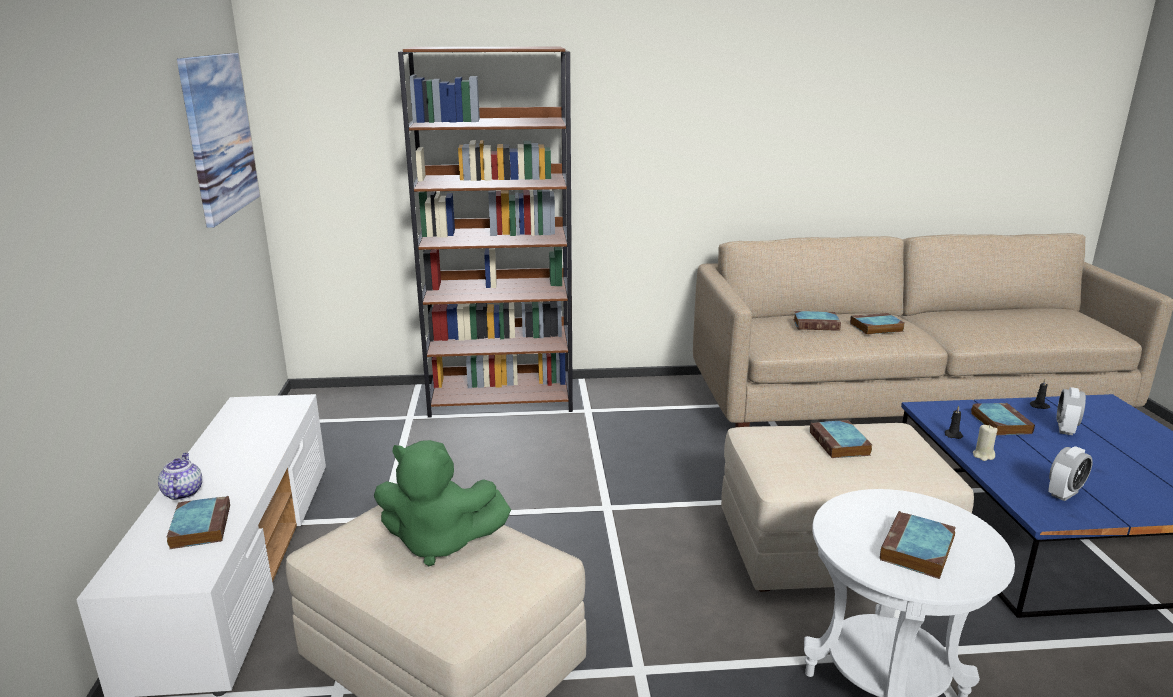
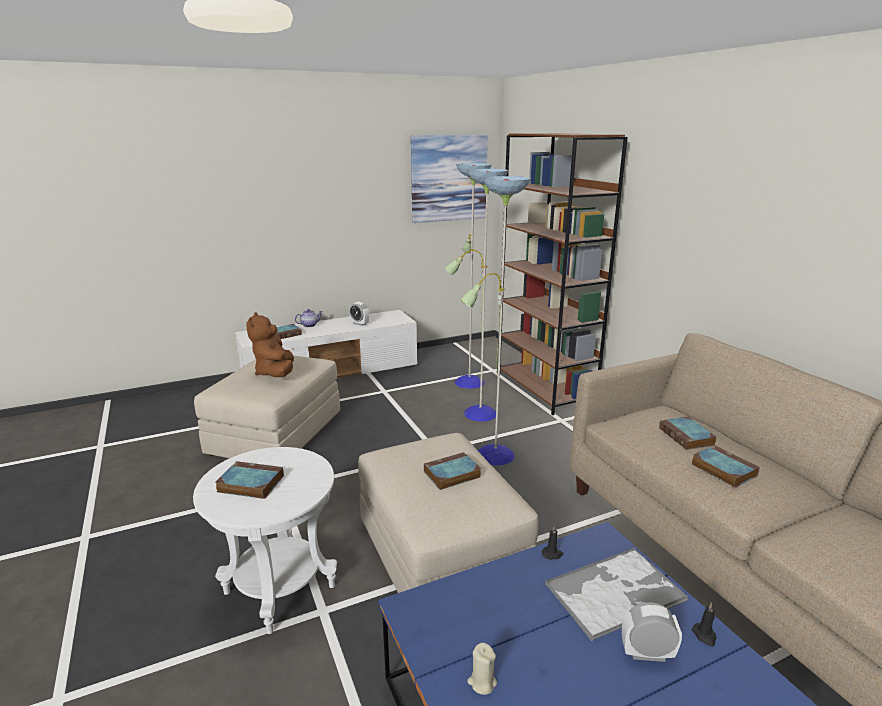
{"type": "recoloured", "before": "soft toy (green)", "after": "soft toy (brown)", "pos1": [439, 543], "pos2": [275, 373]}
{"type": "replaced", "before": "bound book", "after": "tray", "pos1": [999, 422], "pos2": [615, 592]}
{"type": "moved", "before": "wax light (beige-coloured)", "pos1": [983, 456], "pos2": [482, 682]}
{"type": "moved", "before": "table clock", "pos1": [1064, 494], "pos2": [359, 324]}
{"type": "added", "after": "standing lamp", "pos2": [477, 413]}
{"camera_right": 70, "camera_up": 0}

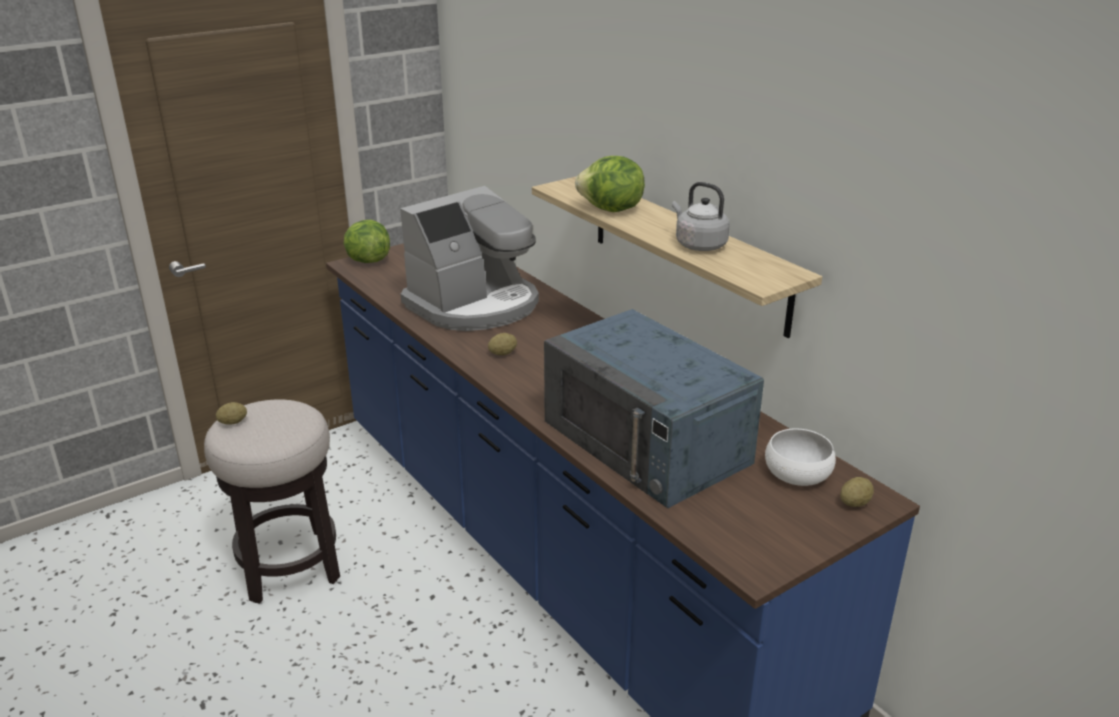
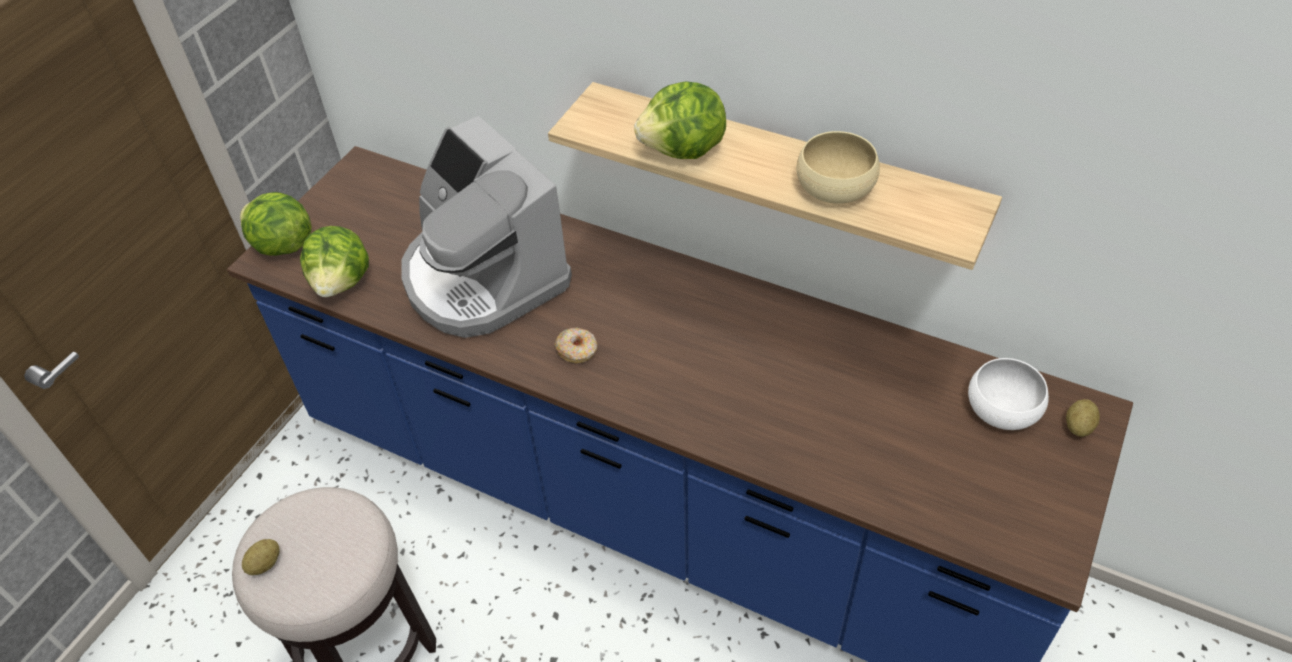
{"type": "turned", "before": "coffee brewer", "pos1": [475, 305], "pos2": [483, 278], "turn": 120}
{"type": "replaced", "before": "whole potato", "after": "doughnut", "pos1": [502, 353], "pos2": [577, 350]}
{"type": "removed", "before": "microwave (bluish)", "pos1": [648, 442]}
{"type": "replaced", "before": "water kettle (gray)", "after": "serving bowl (beige-coloured)", "pos1": [698, 245], "pos2": [835, 186]}
{"type": "added", "after": "lettuce head", "pos2": [342, 282]}
{"camera_right": -25, "camera_up": 20}

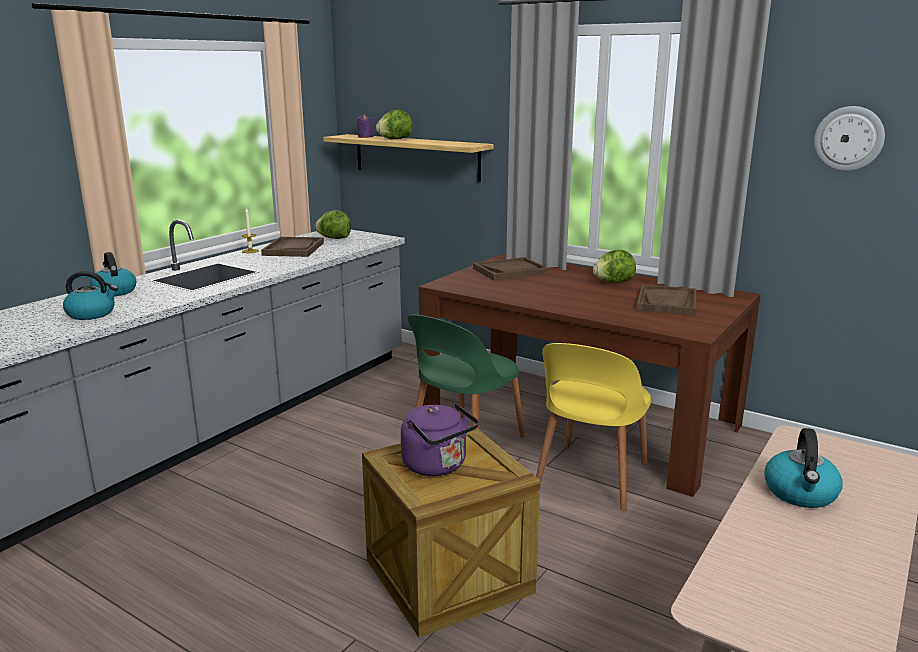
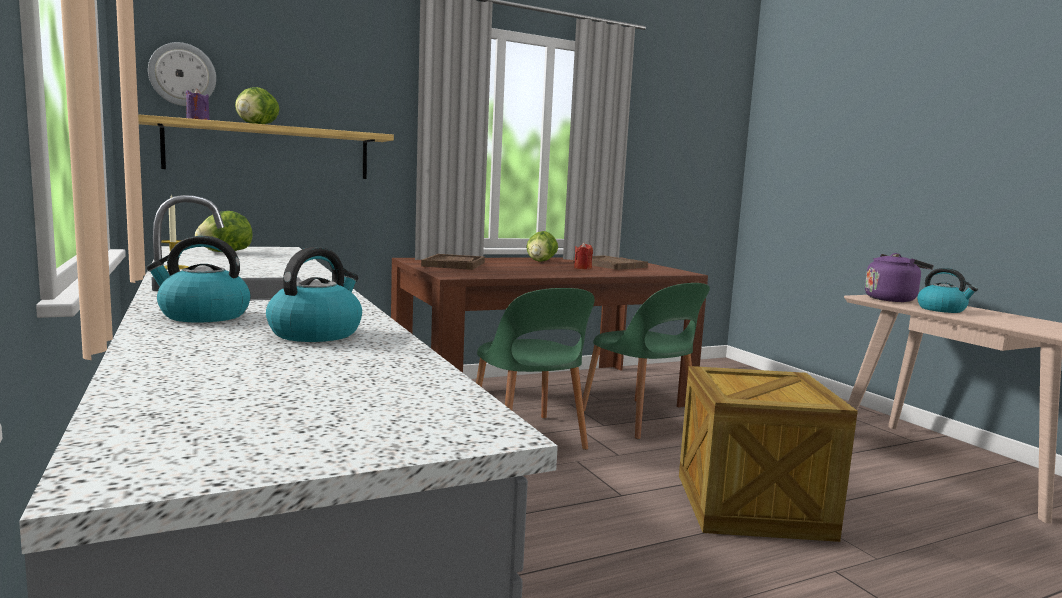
{"type": "removed", "before": "tray (brown)", "pos1": [293, 249]}
{"type": "moved", "before": "water kettle (purple-coloured)", "pos1": [438, 466], "pos2": [892, 299]}
{"type": "recoloured", "before": "chair (yellow-coloured)", "after": "chair (green)", "pos1": [590, 477], "pos2": [640, 419]}
{"type": "moved", "before": "hanging clock", "pos1": [848, 138], "pos2": [182, 74]}
{"type": "added", "after": "wax light (reddish)", "pos2": [582, 268]}
{"camera_right": -60, "camera_up": -10}

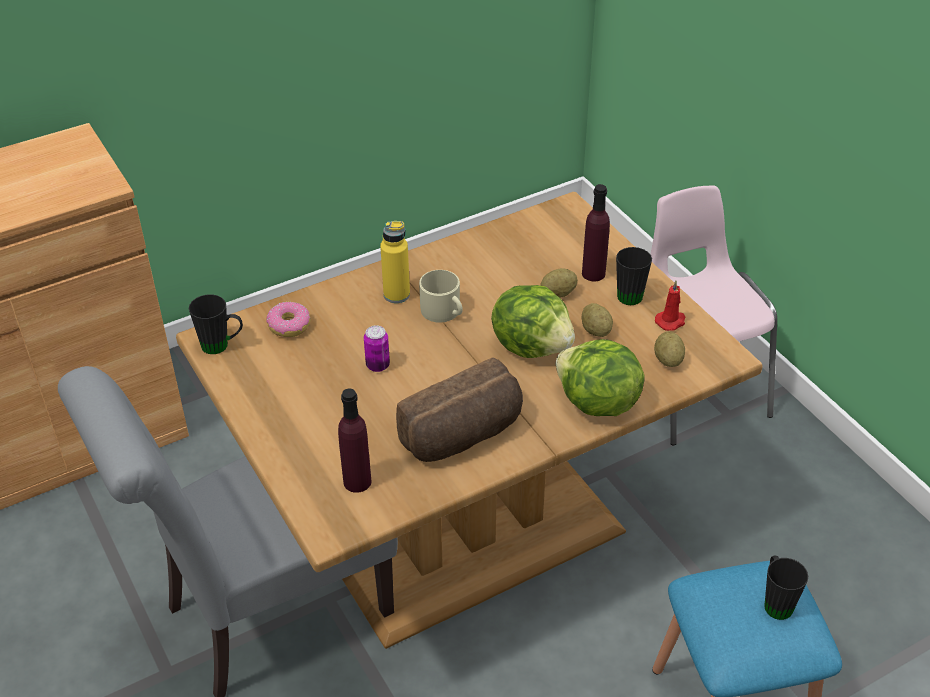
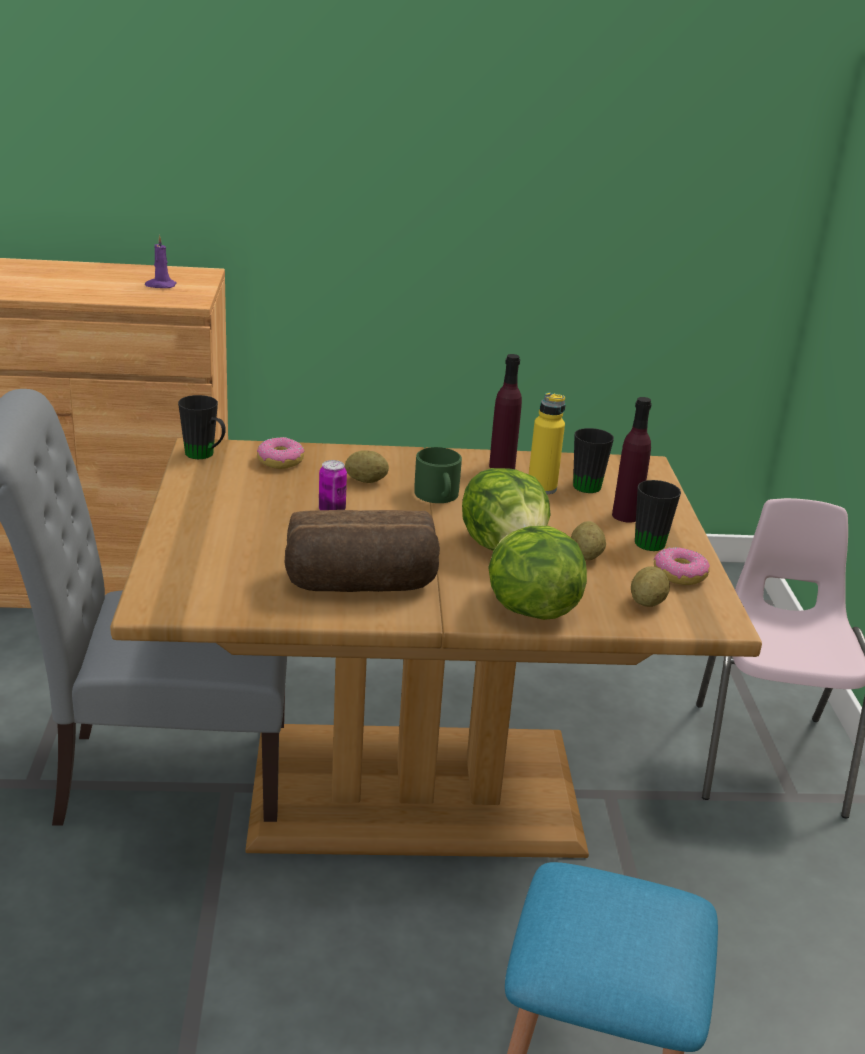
{"type": "moved", "before": "bottle (purple-coloured)", "pos1": [357, 481], "pos2": [502, 467]}
{"type": "moved", "before": "bottle (yellow-coloured)", "pos1": [396, 295], "pos2": [542, 488]}
{"type": "recoloured", "before": "tea mug (beige-coloured)", "after": "tea mug (green)", "pos1": [444, 312], "pos2": [438, 496]}
{"type": "moved", "before": "whole potato", "pos1": [558, 293], "pos2": [366, 481]}
{"type": "replaced", "before": "wax light (reddish)", "after": "doughnut", "pos1": [671, 321], "pos2": [680, 575]}
{"type": "moved", "before": "tea mug (black)", "pos1": [775, 601], "pos2": [588, 483]}
{"type": "added", "after": "wax light (purple-coloured)", "pos2": [160, 285]}
{"camera_right": 25, "camera_up": -15}

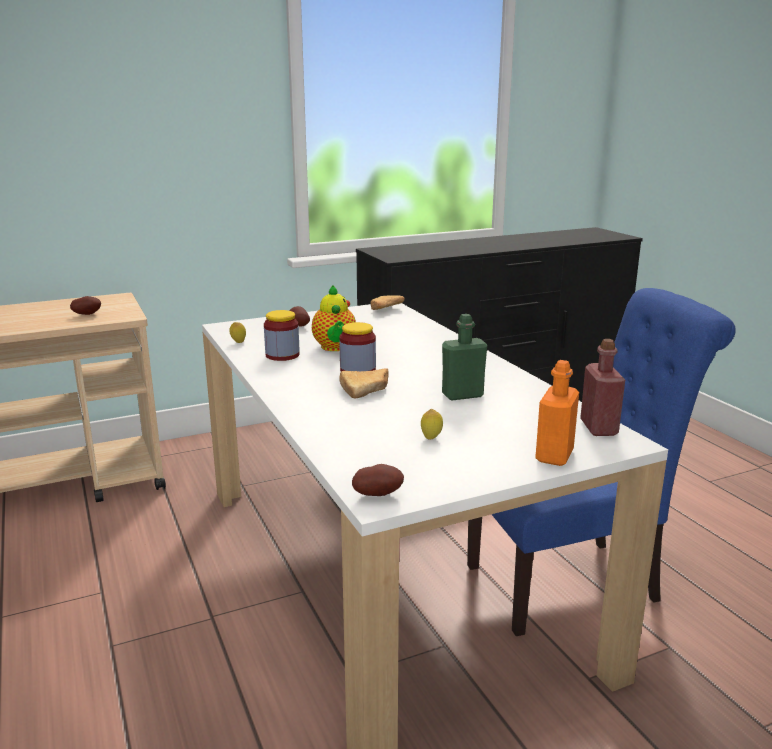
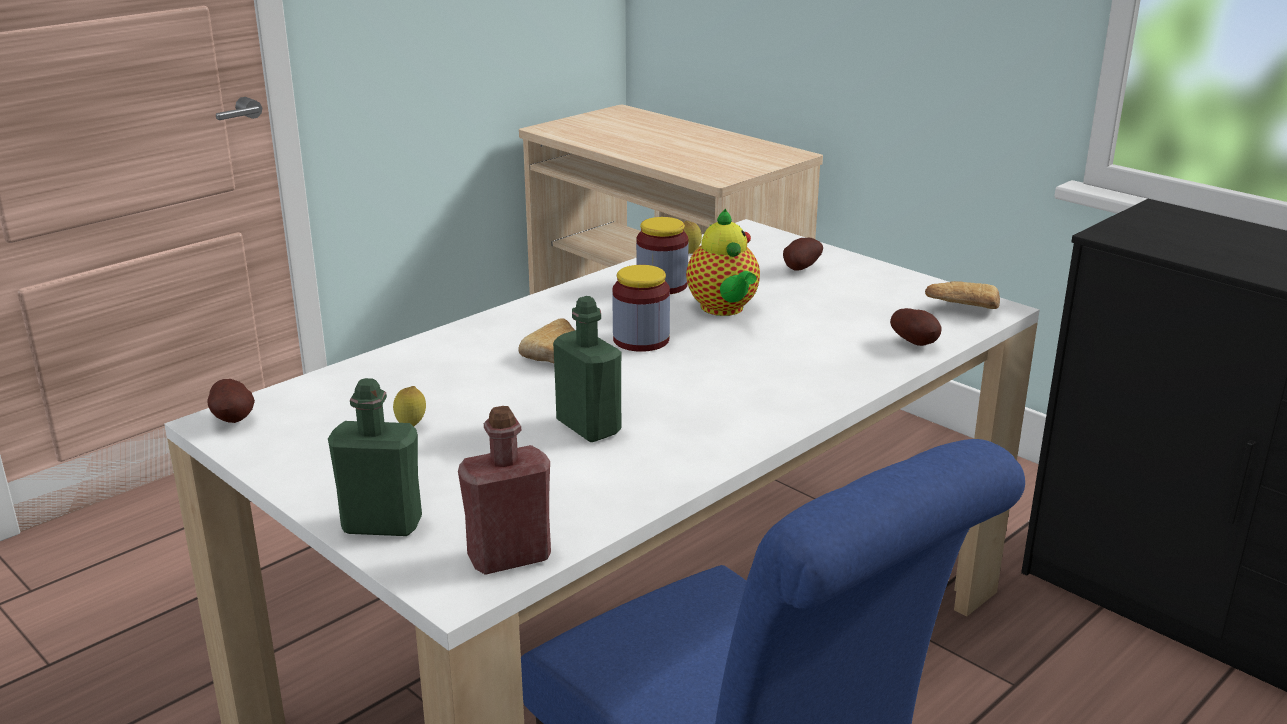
{"type": "moved", "before": "whole potato", "pos1": [88, 314], "pos2": [916, 343]}
{"type": "turned", "before": "teapot", "pos1": [335, 348], "pos2": [724, 309], "turn": -75}
{"type": "recoloured", "before": "bottle (orange)", "after": "bottle (green)", "pos1": [554, 455], "pos2": [382, 524]}
{"camera_right": 70, "camera_up": 5}

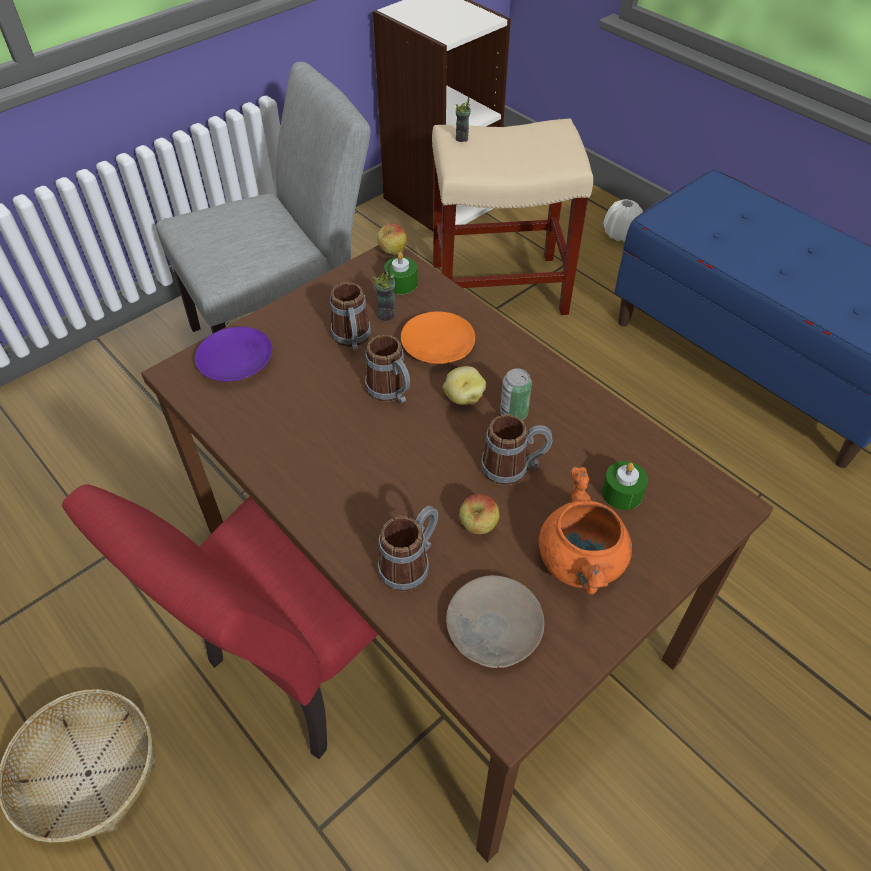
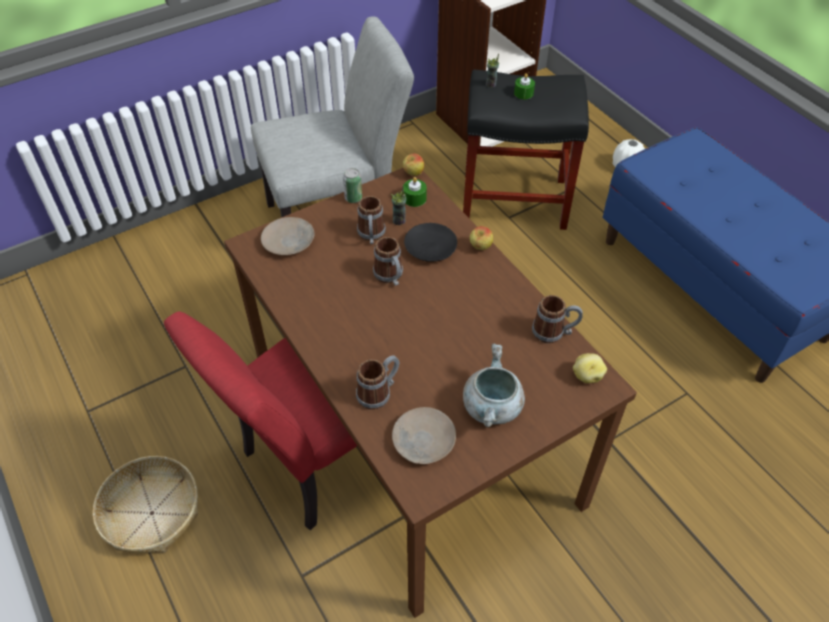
{"type": "recoloured", "before": "dinner plate (purple-coloured)", "after": "dinner plate (beige-coloured)", "pos1": [237, 361], "pos2": [289, 241]}
{"type": "recoloured", "before": "dinner plate (orange)", "after": "dinner plate (black)", "pos1": [438, 346], "pos2": [430, 248]}
{"type": "recoloured", "before": "sitting stool (beige-coloured)", "after": "sitting stool (black)", "pos1": [500, 287], "pos2": [516, 200]}
{"type": "moved", "before": "whole potato", "pos1": [463, 397], "pos2": [587, 375]}
{"type": "moved", "before": "whole apple", "pos1": [478, 527], "pos2": [480, 247]}
{"type": "moved", "before": "tea mug", "pos1": [513, 468], "pos2": [554, 332]}
{"type": "moved", "before": "metal can", "pos1": [513, 413], "pos2": [353, 198]}
{"type": "recoloured", "before": "cooking pot (orange)", "after": "cooking pot (gray)", "pos1": [582, 562], "pos2": [493, 408]}
{"type": "moved", "before": "wax light (green)", "pos1": [622, 493], "pos2": [523, 93]}
{"camera_right": 10, "camera_up": 0}

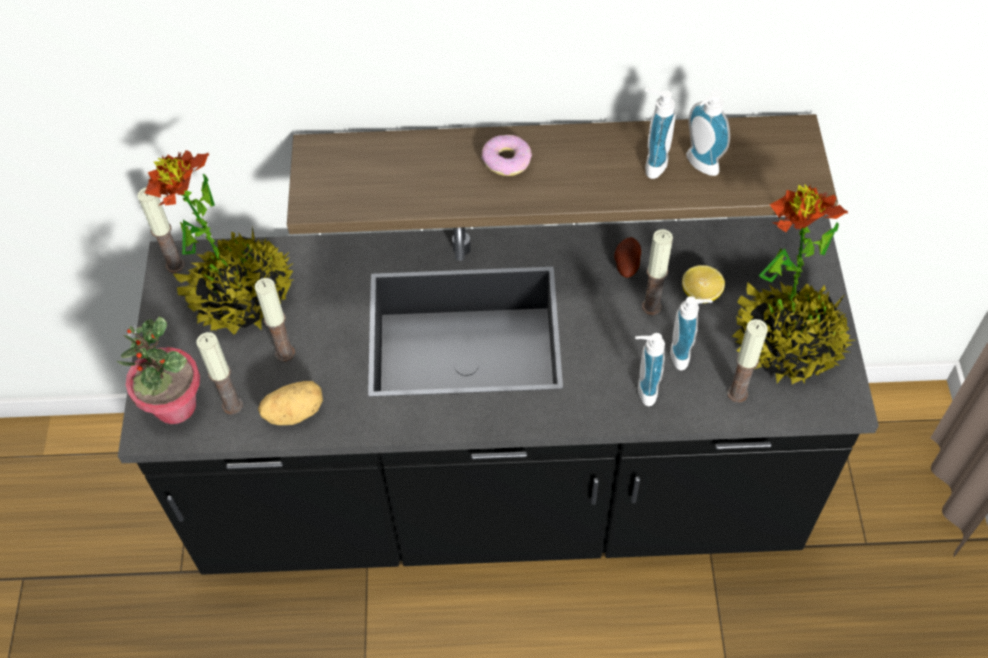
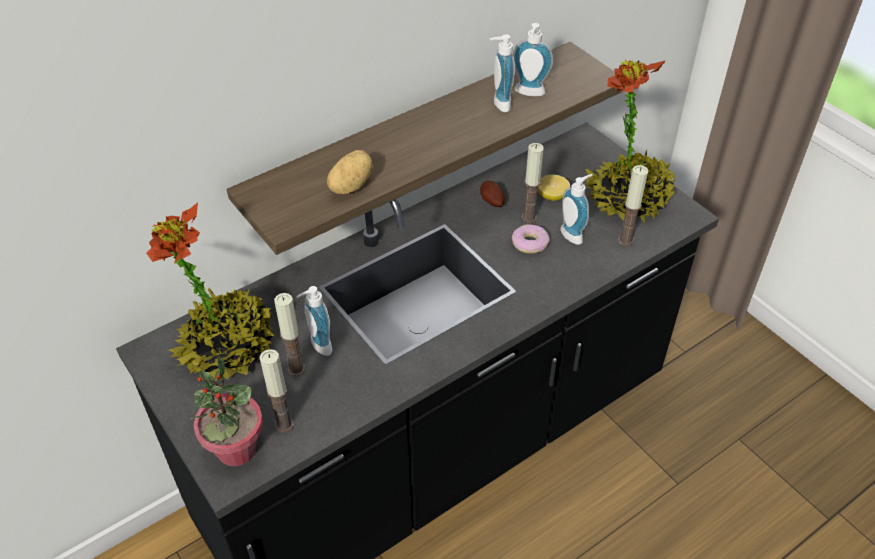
{"type": "removed", "before": "wax light", "pos1": [175, 265]}
{"type": "moved", "before": "whole potato", "pos1": [294, 411], "pos2": [350, 185]}
{"type": "moved", "before": "doughnut", "pos1": [506, 160], "pos2": [529, 243]}
{"type": "moved", "before": "soap dispenser", "pos1": [642, 389], "pos2": [317, 346]}
{"camera_right": -35, "camera_up": -10}

